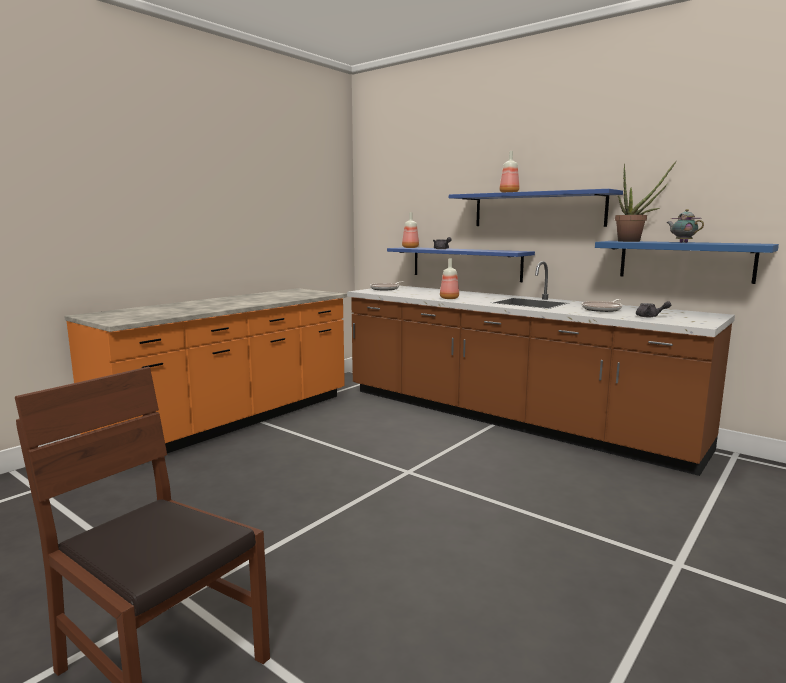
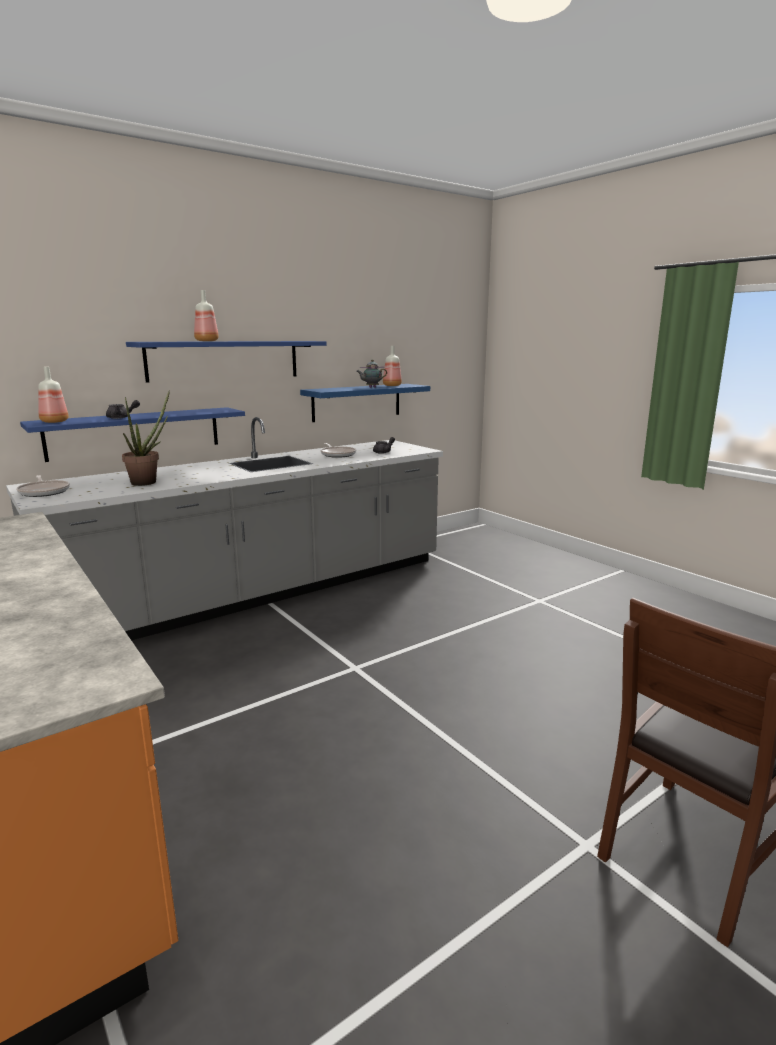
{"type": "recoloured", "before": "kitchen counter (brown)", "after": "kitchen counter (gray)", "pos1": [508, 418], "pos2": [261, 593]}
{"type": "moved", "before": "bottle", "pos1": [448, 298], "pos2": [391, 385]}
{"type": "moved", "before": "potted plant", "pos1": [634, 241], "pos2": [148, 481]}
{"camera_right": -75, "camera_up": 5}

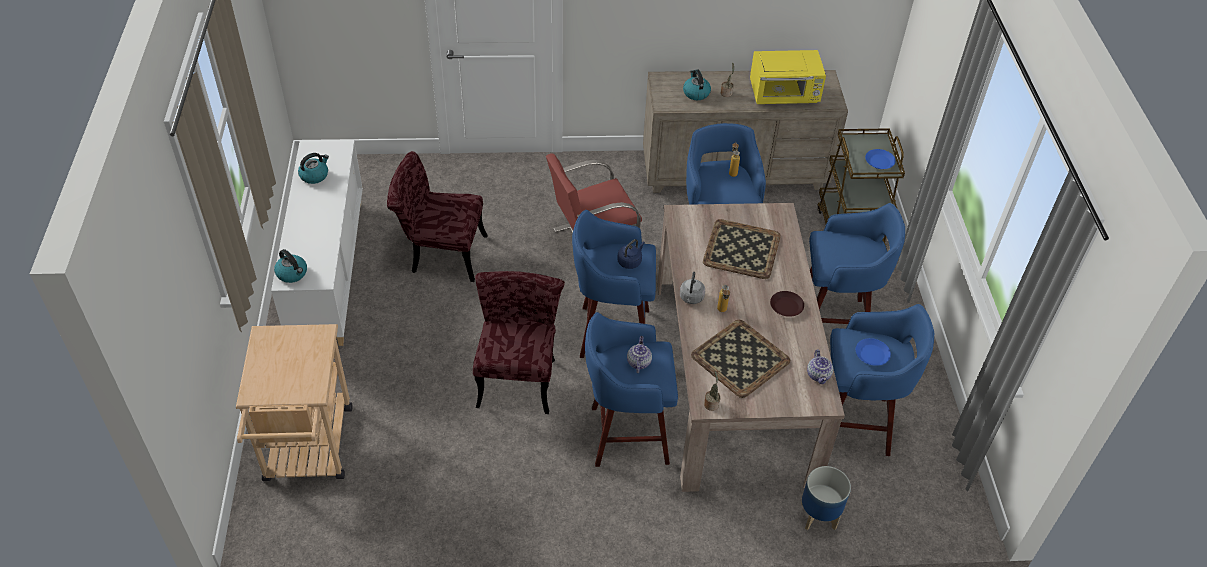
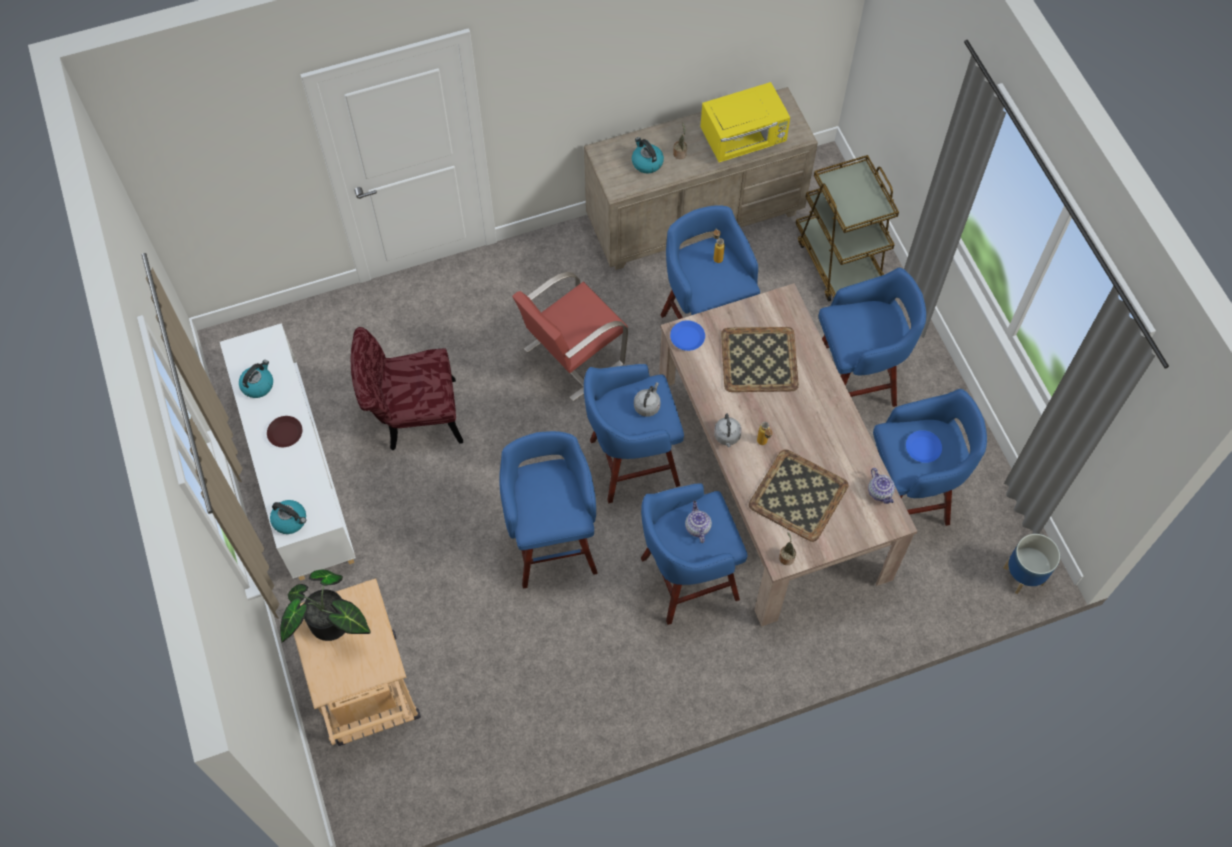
{"type": "replaced", "before": "chair (reddish)", "after": "sitting stool (bluish)", "pos1": [518, 375], "pos2": [552, 542]}
{"type": "recoloured", "before": "water kettle (bluish)", "after": "water kettle (gray)", "pos1": [630, 261], "pos2": [647, 405]}
{"type": "moved", "before": "dinner plate (brown)", "pos1": [786, 306], "pos2": [285, 433]}
{"type": "moved", "before": "flower pot", "pos1": [818, 516], "pos2": [1023, 576]}
{"type": "moved", "before": "dinner plate (bluish)", "pos1": [879, 162], "pos2": [687, 338]}
{"type": "added", "after": "potted plant", "pos2": [332, 626]}
{"camera_right": -15, "camera_up": 15}

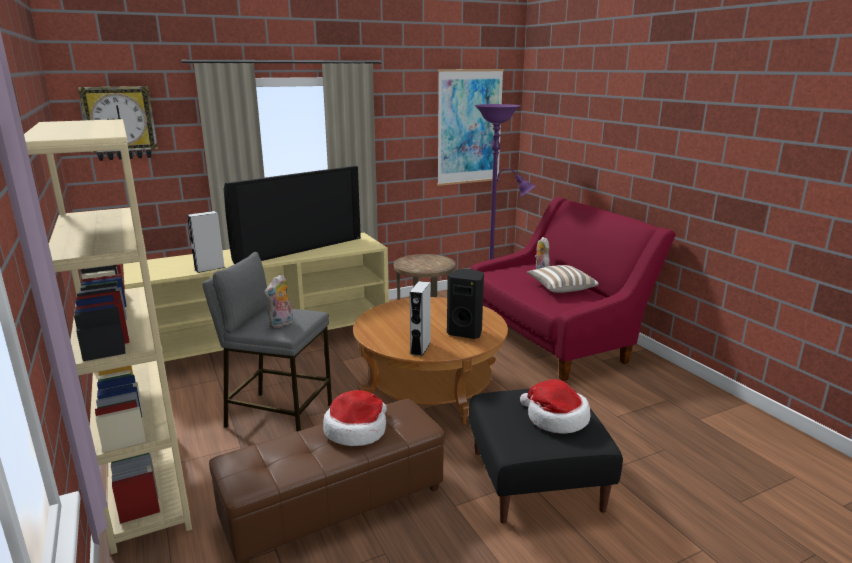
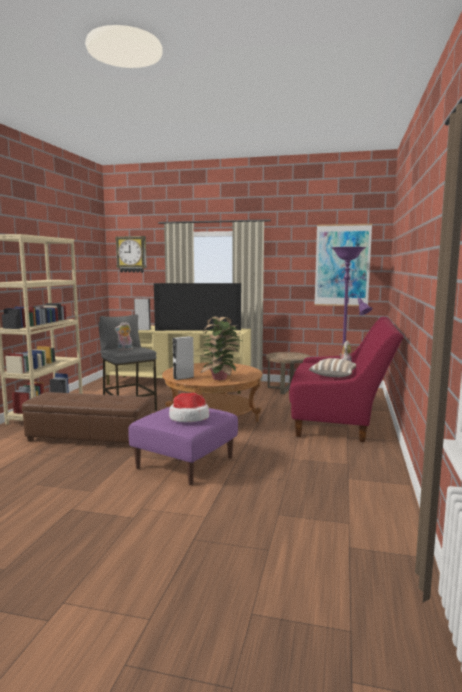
{"type": "removed", "before": "wearable hat", "pos1": [357, 430]}
{"type": "replaced", "before": "audio speaker (black)", "after": "potted plant", "pos1": [465, 332], "pos2": [221, 378]}
{"type": "recoloured", "before": "ottoman (black)", "after": "ottoman (purple-coloured)", "pos1": [535, 479], "pos2": [185, 462]}
{"camera_right": 40, "camera_up": -10}

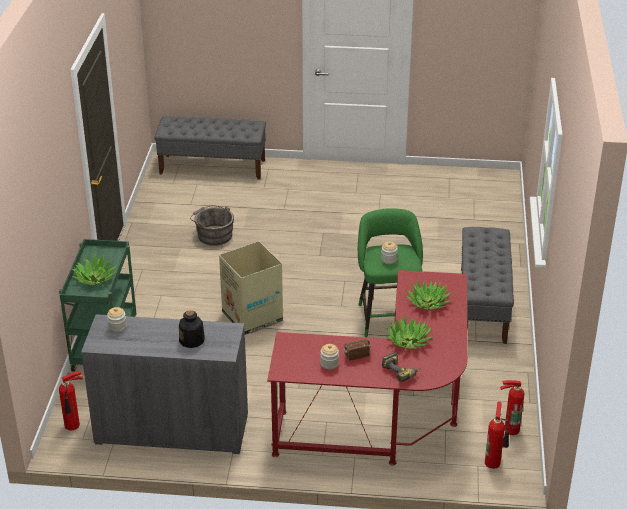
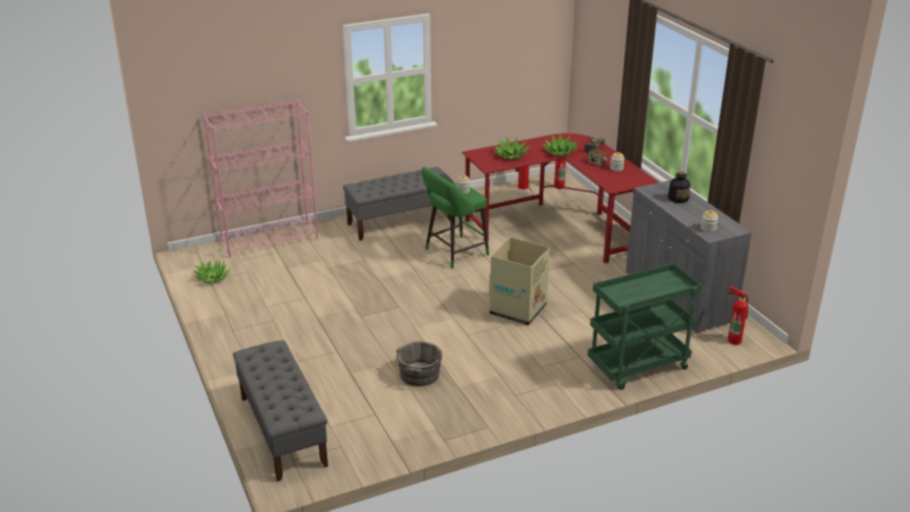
{"type": "moved", "before": "potted plant", "pos1": [94, 278], "pos2": [212, 278]}
{"type": "added", "after": "bookcase (pink)", "pos2": [270, 240]}
{"camera_right": -120, "camera_up": -5}

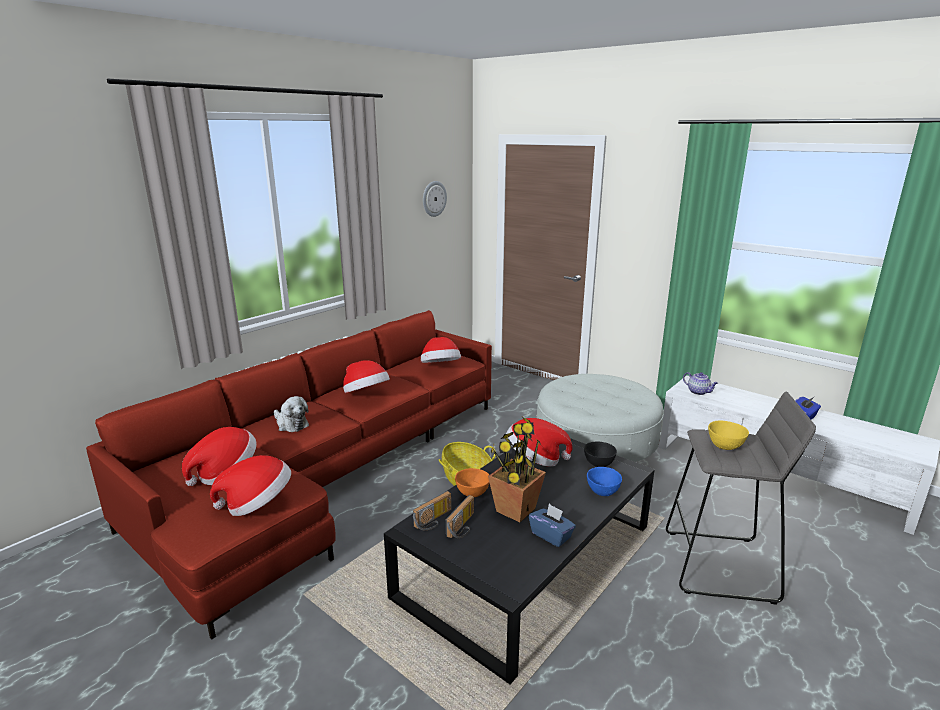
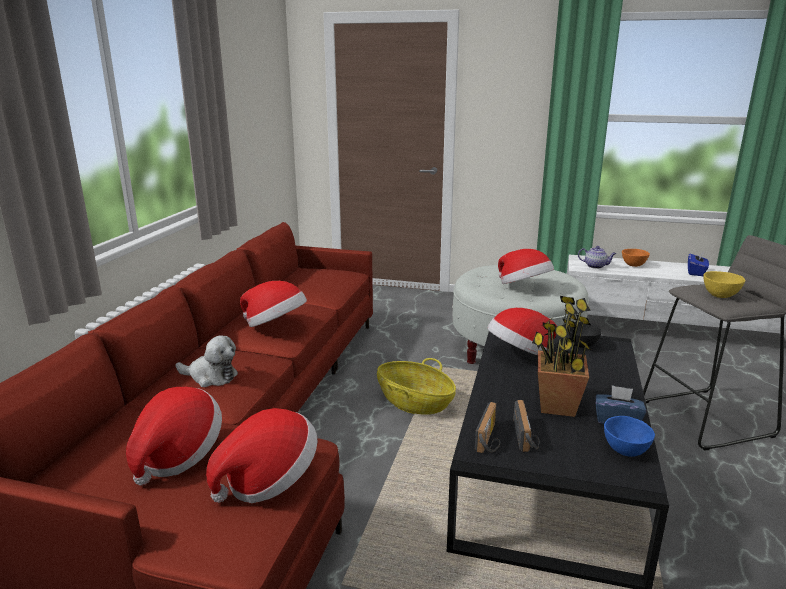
{"type": "moved", "before": "wearable hat", "pos1": [440, 368], "pos2": [524, 287]}
{"type": "removed", "before": "hanging clock", "pos1": [434, 198]}
{"type": "moved", "before": "serving bowl (orange)", "pos1": [472, 493], "pos2": [633, 265]}
{"type": "moved", "before": "serving bowl (bluish)", "pos1": [603, 492], "pos2": [625, 450]}
{"camera_right": -25, "camera_up": 0}

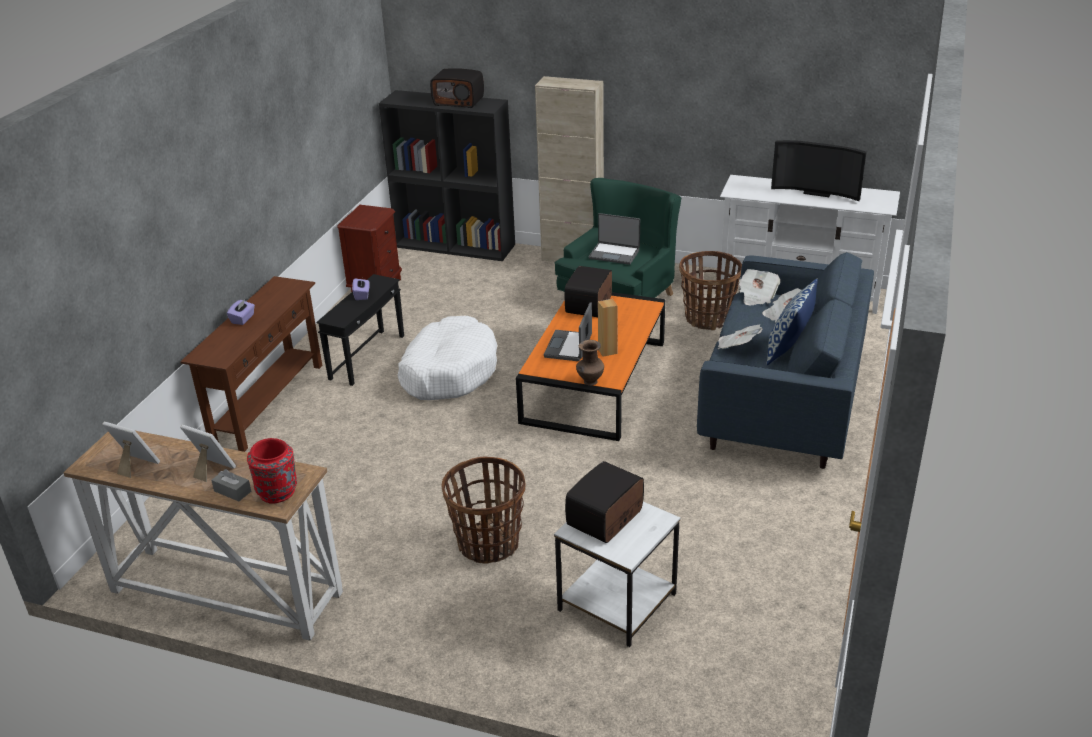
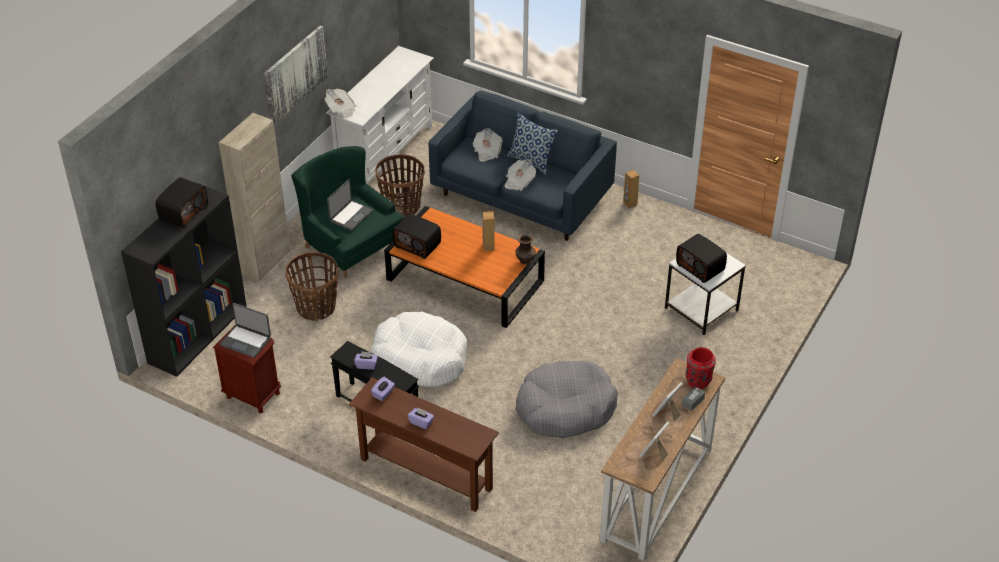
{"type": "moved", "before": "household basket", "pos1": [488, 544], "pos2": [316, 307]}
{"type": "moved", "before": "notebook computer", "pos1": [569, 347], "pos2": [246, 341]}
{"type": "moved", "before": "newspaper", "pos1": [757, 296], "pos2": [341, 110]}
{"type": "removed", "before": "television", "pos1": [817, 192]}
{"type": "added", "after": "picture", "pos2": [295, 74]}
{"type": "added", "after": "tissue holder (purple-coloured)", "pos2": [383, 394]}
{"type": "added", "after": "dog bed (gray)", "pos2": [565, 408]}
{"type": "added", "after": "audio speaker (brown)", "pos2": [629, 204]}
{"camera_right": -80, "camera_up": 10}

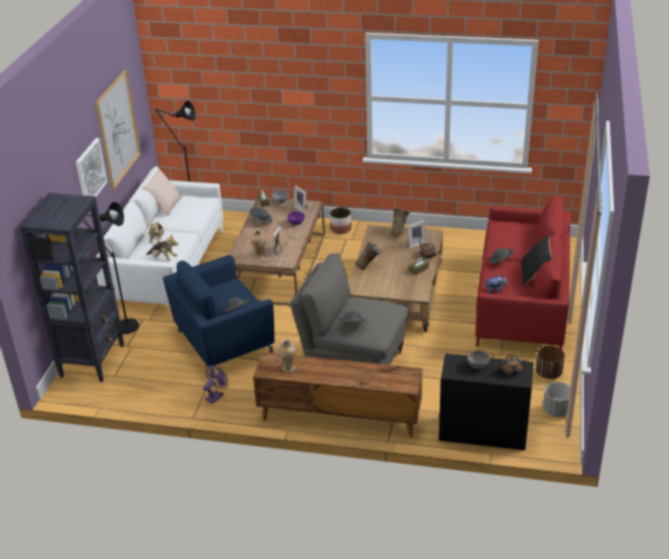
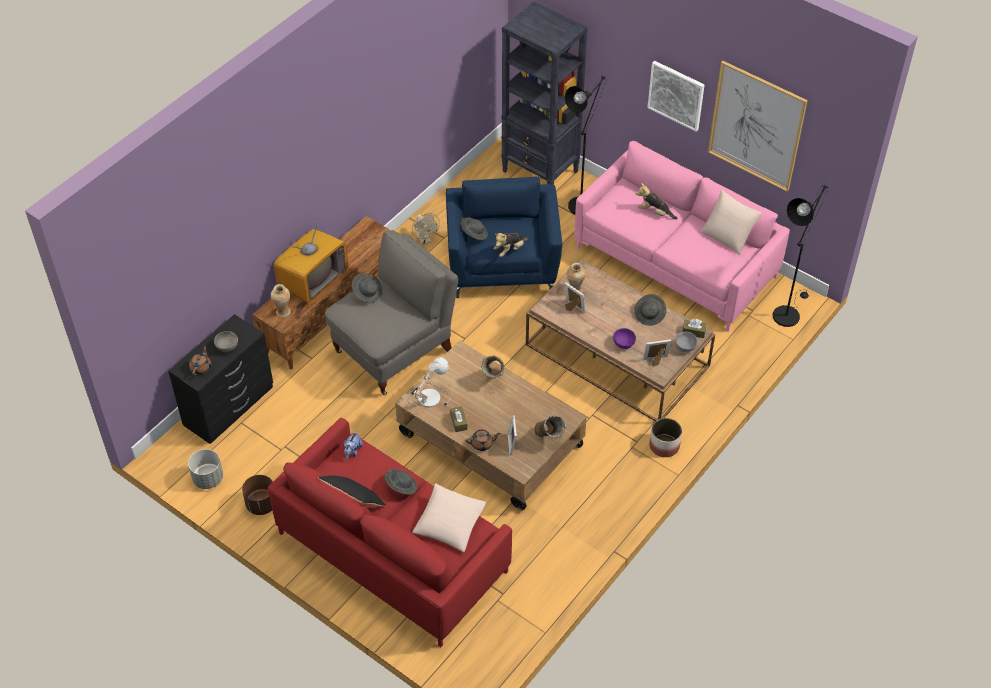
{"type": "recoloured", "before": "couch (white-coloured)", "after": "couch (pink)", "pos1": [167, 267], "pos2": [675, 262]}
{"type": "moved", "before": "soft toy", "pos1": [163, 258], "pos2": [510, 250]}
{"type": "recoloured", "before": "electric fan (purple-coloured)", "after": "electric fan (beige-coloured)", "pos1": [216, 396], "pos2": [425, 240]}
{"type": "moved", "before": "decorative vase", "pos1": [288, 368], "pos2": [283, 312]}
{"type": "added", "after": "television", "pos2": [313, 280]}
{"type": "added", "after": "table lamp", "pos2": [428, 396]}
{"type": "added", "after": "pillow (beige-coloured)", "pos2": [449, 523]}
{"camera_right": 115, "camera_up": 15}

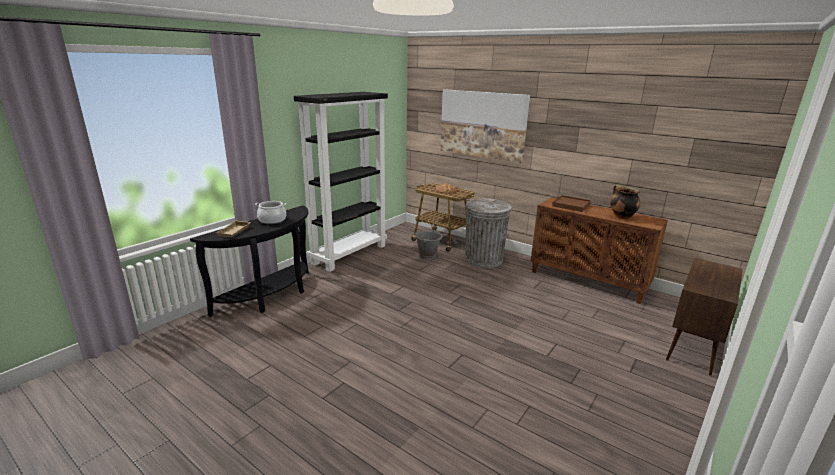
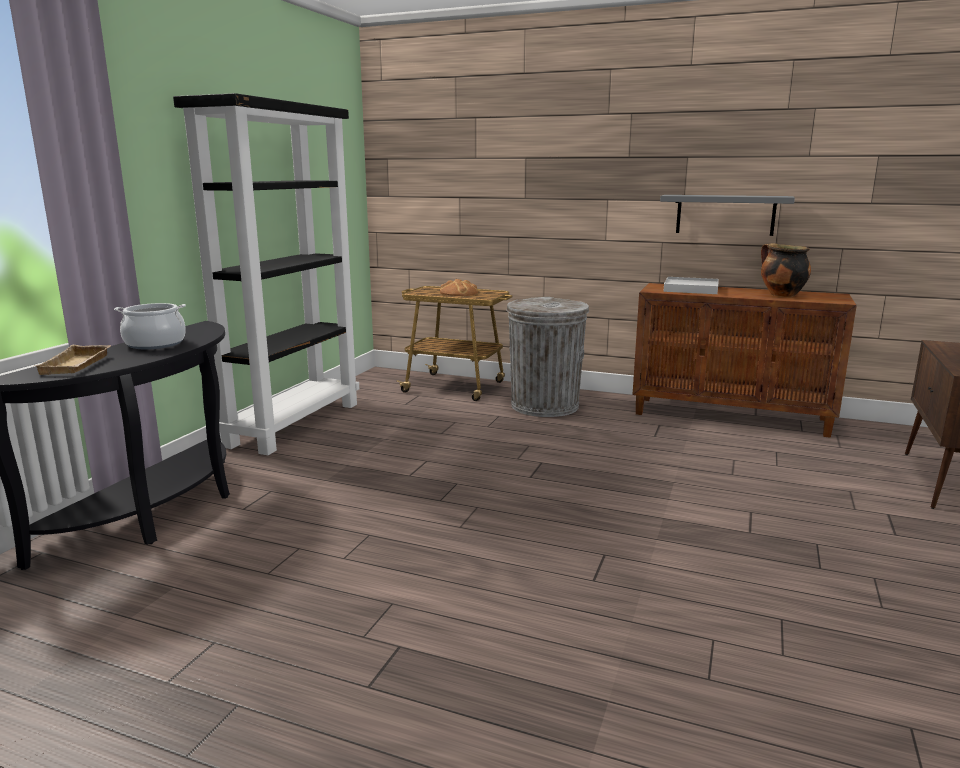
{"type": "removed", "before": "pail (gray)", "pos1": [428, 255]}
{"type": "removed", "before": "picture", "pos1": [482, 124]}
{"type": "recoloured", "before": "tray (brown)", "after": "tray (white-coloured)", "pos1": [571, 205], "pos2": [691, 289]}
{"type": "added", "after": "shelf (gray)", "pos2": [725, 214]}
{"camera_right": -15, "camera_up": -5}

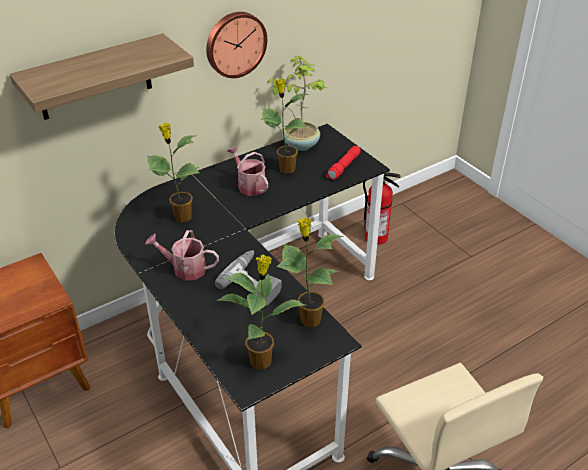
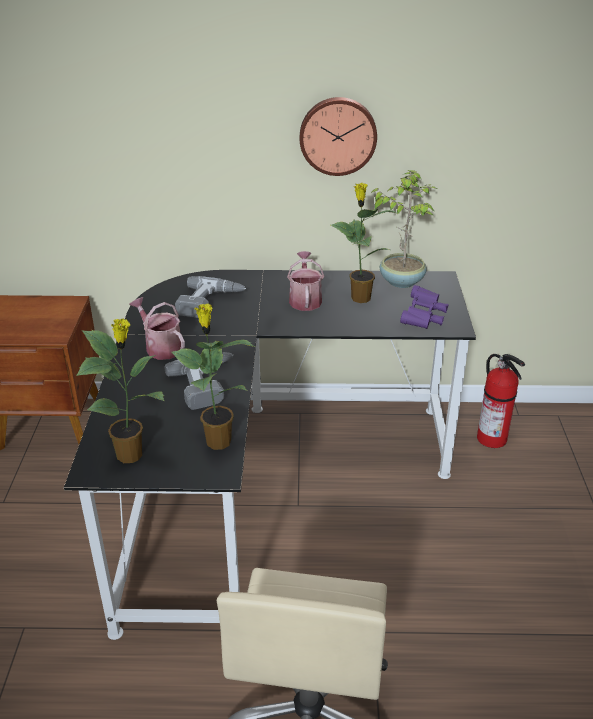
{"type": "removed", "before": "shelf", "pos1": [94, 78]}
{"type": "replaced", "before": "potted plant", "after": "drill", "pos1": [181, 217], "pos2": [210, 303]}
{"type": "replaced", "before": "flashlight (reddish)", "after": "field glasses (purple-coloured)", "pos1": [344, 167], "pos2": [423, 318]}
{"camera_right": 35, "camera_up": -5}

